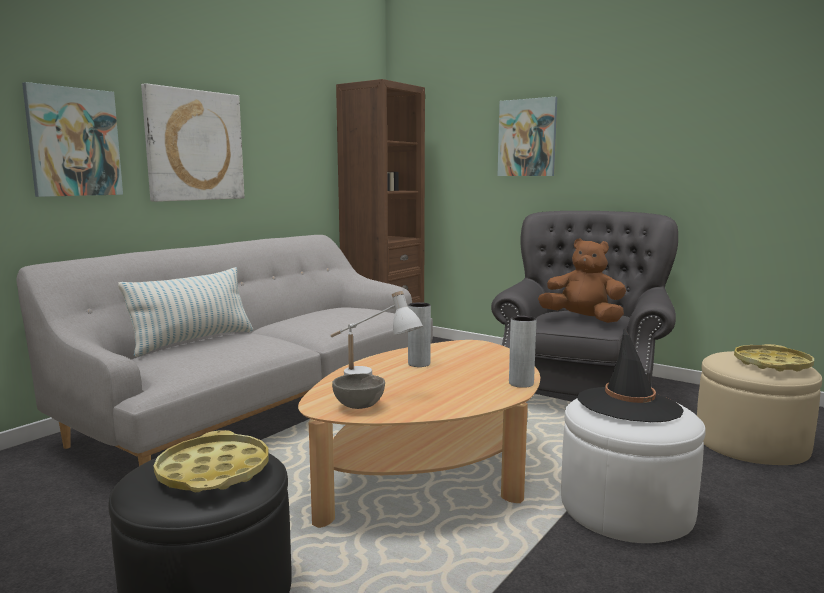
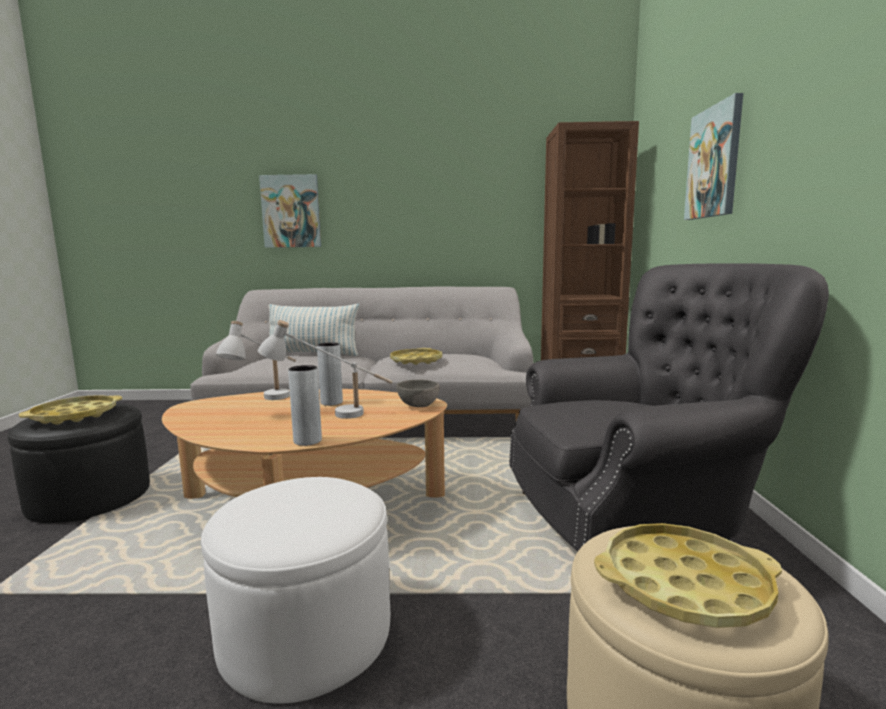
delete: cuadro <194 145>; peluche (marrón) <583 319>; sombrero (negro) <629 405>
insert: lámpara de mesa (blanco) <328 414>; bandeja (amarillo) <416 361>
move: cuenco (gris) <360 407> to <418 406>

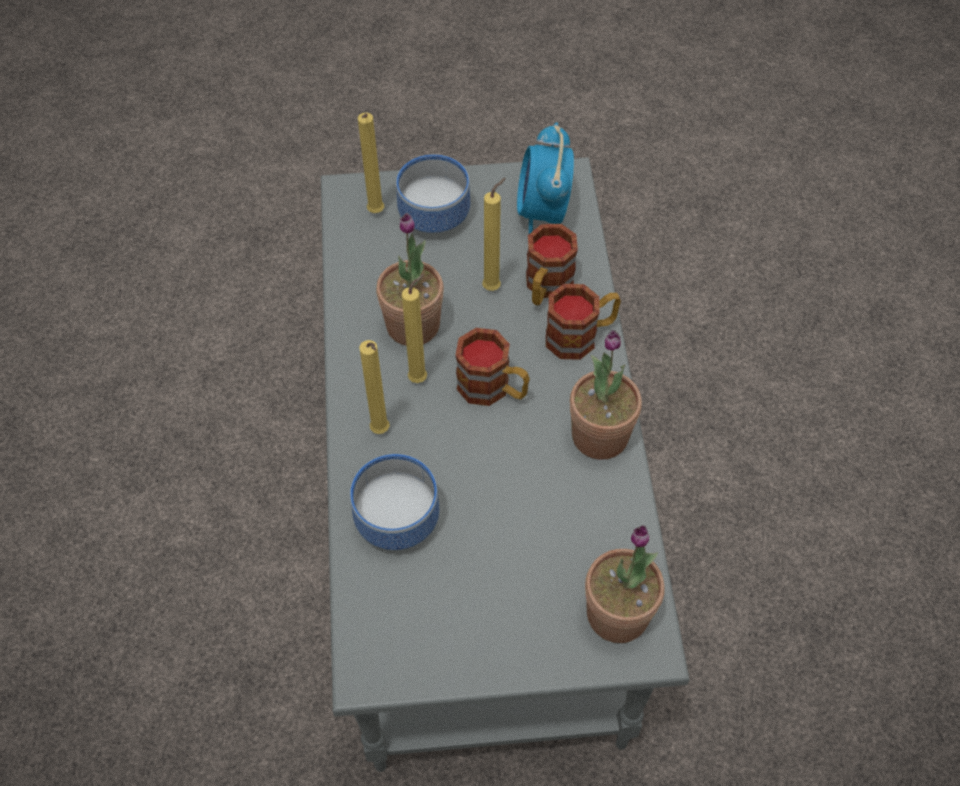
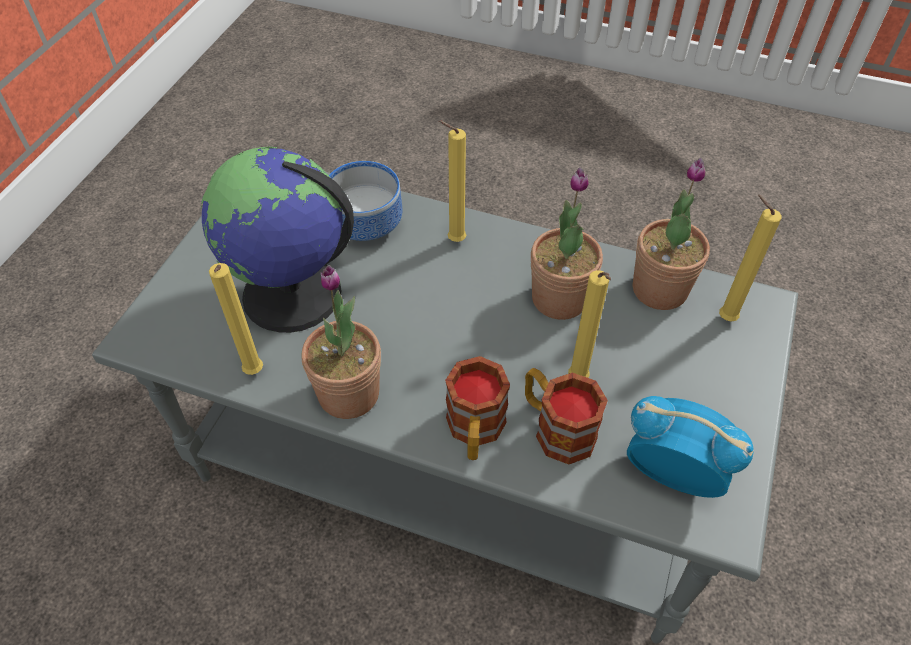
delete: cuenco <435 218>; taza grande <493 389>
insert: globo terráqueo <292 295>
move: vela (amarillo) <420 378> to <254 374>; planta en maceta <617 614> to <659 289>

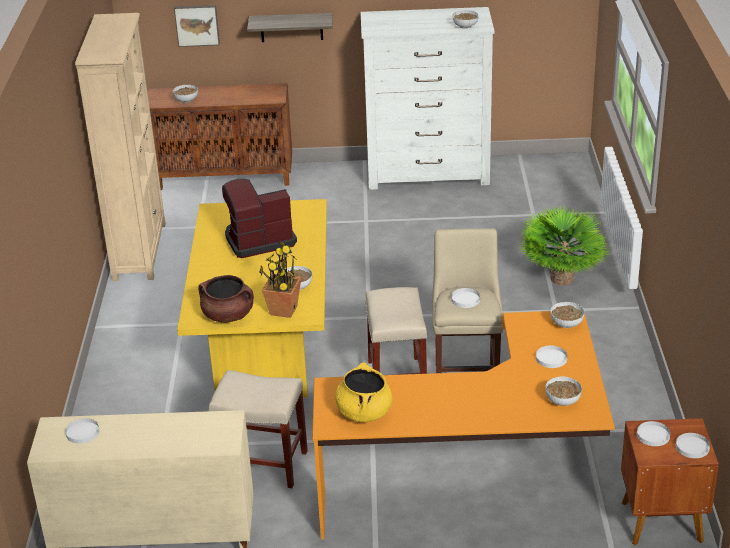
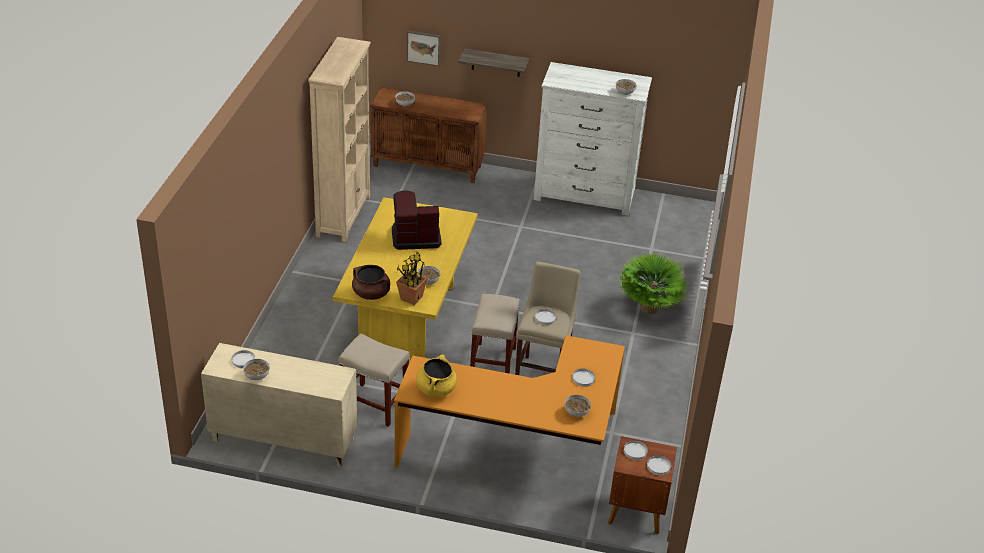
move: cuenco <567 324> to <257 376>

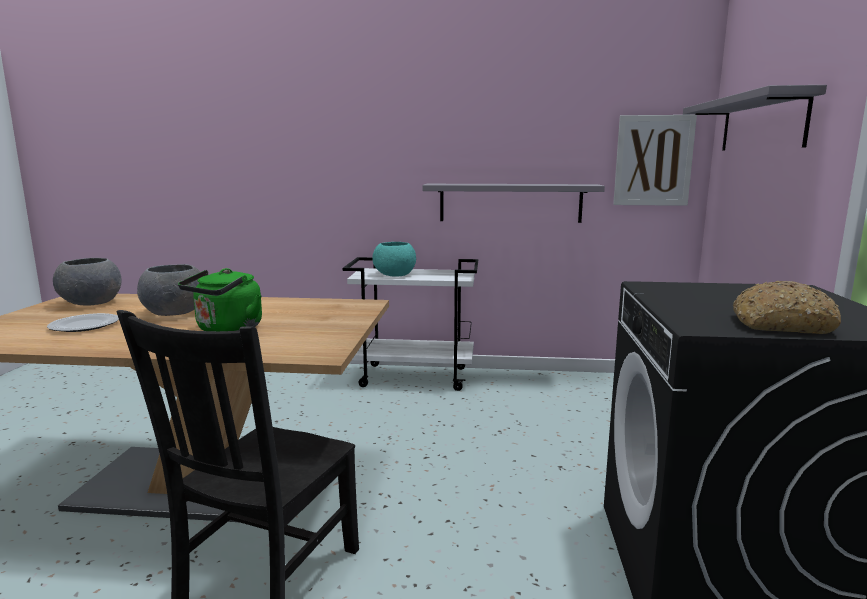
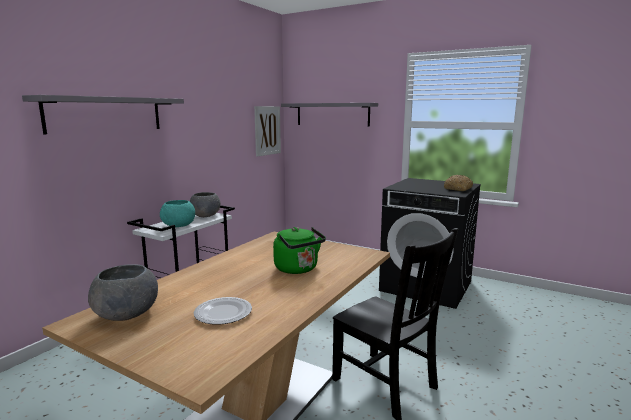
move: estante (gris) <510 203> to <106 114>; cuenco (gris) <176 312> to <206 215>

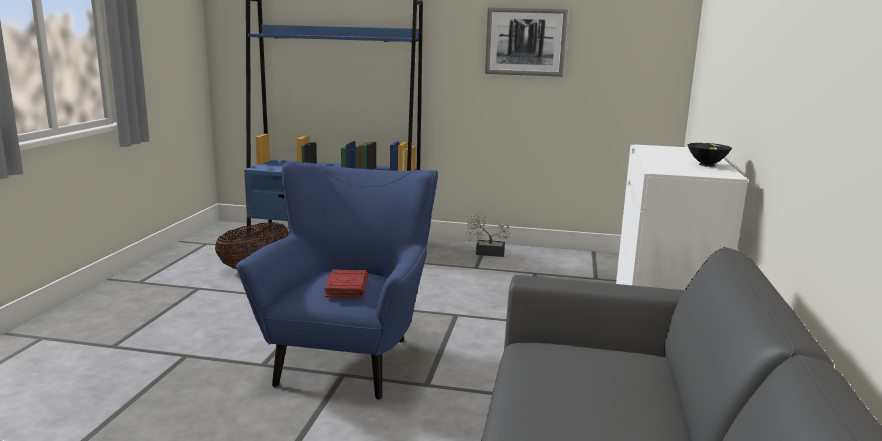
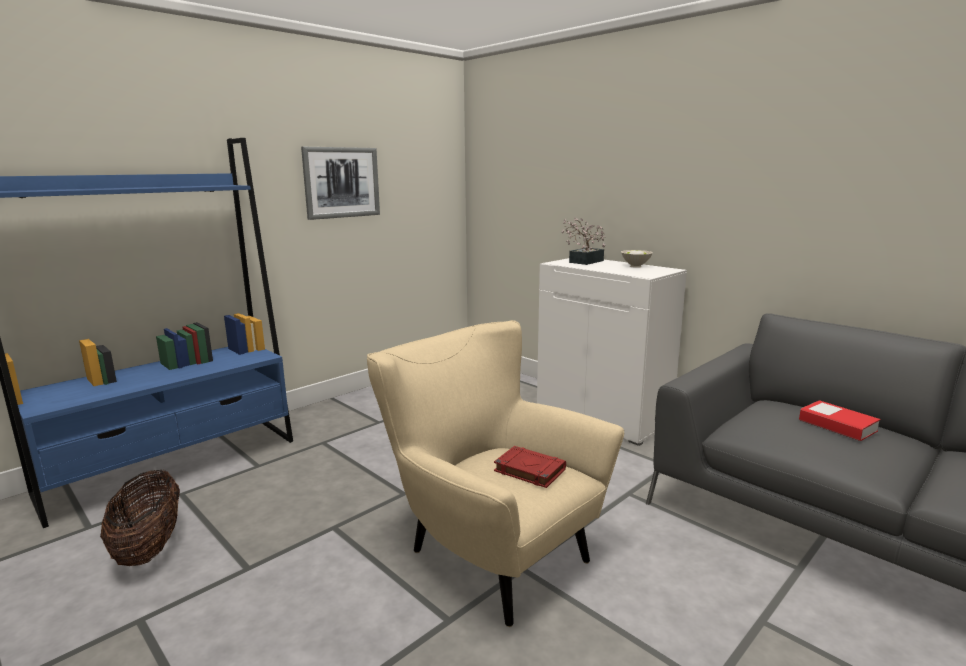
insert: libro <837 425>
move: planta en maceta <486 252> to <583 262>
recolor: cuenco (negro) <707 165> to cuenco (blanco) <635 266>; sillón (azul) <349 356> to sillón (beis) <487 552>

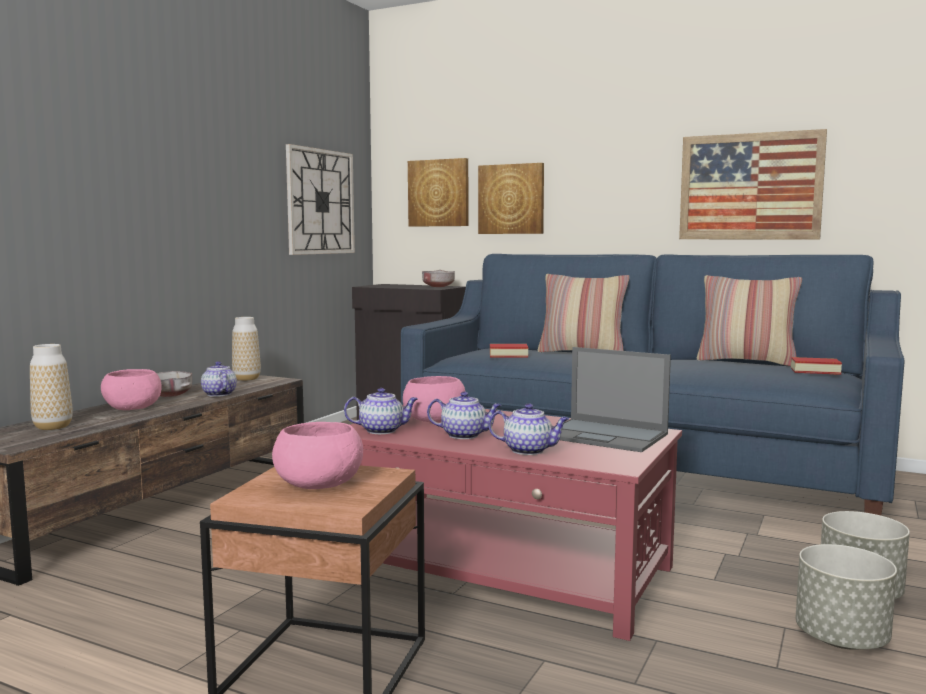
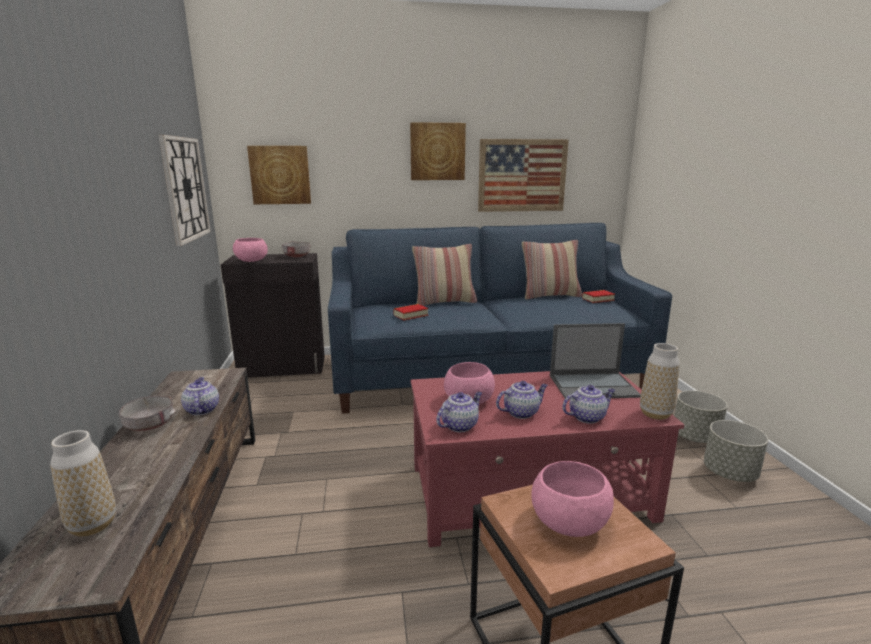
move: cuadro <511 199> to <437 151>; florero <246 379> to <655 414>; cuenco (rosa) <133 408> to <251 260>
rotate: tetera <218 394> = <201 409> 45 degrees clockwise

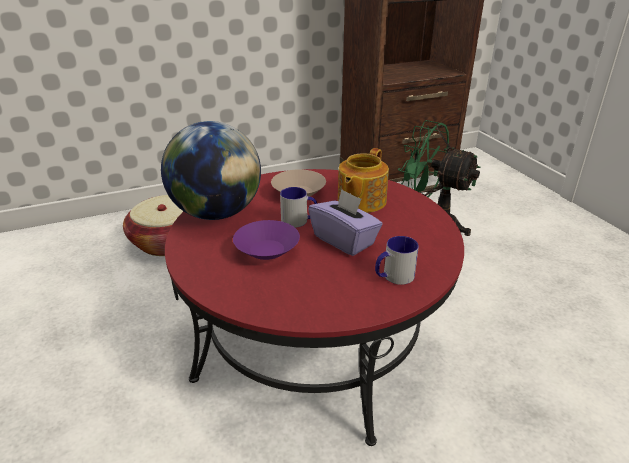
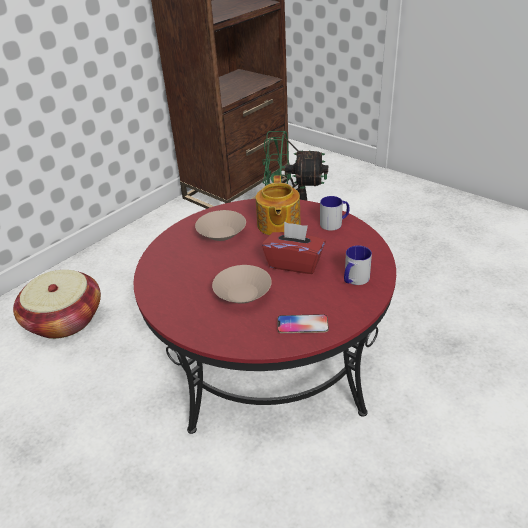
delete: globo terráqueo <216 213>
insert: móvil <302 324>
move: taza grande <299 221> to <334 223>
recolor: caja de pañuelos (morado) <344 240> to caja de pañuelos (rojo) <294 263>; cuenco (morado) <266 251> to cuenco (beis) <242 294>

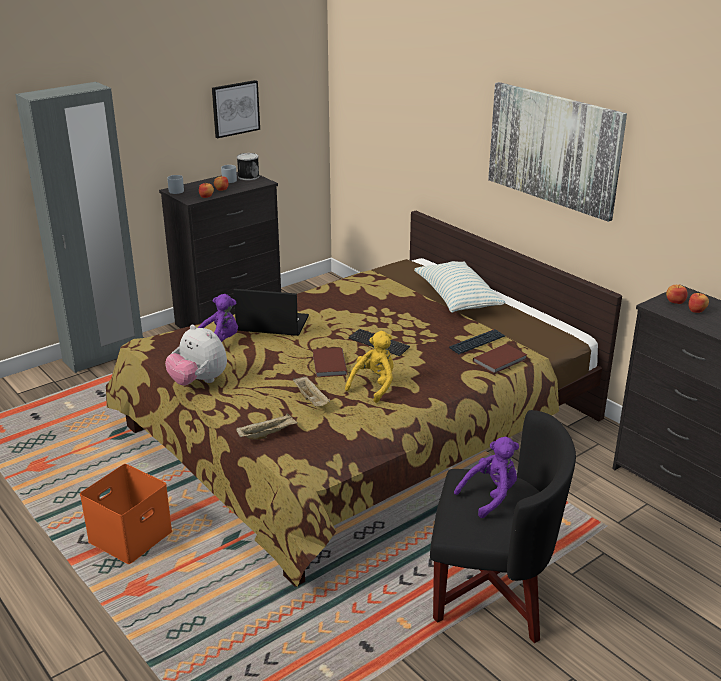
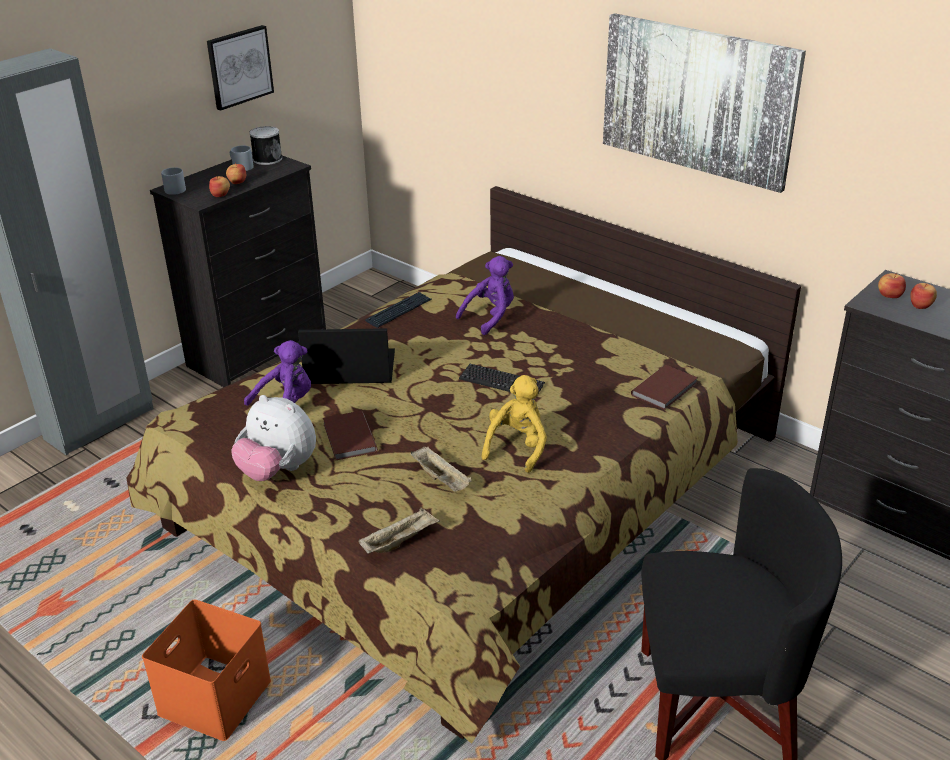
delete: cojín <457 299>
move: teclado <477 342> to <399 311>; libro (marrón) <328 365> to <348 438>; peluche (morado) <490 496> to <490 317>

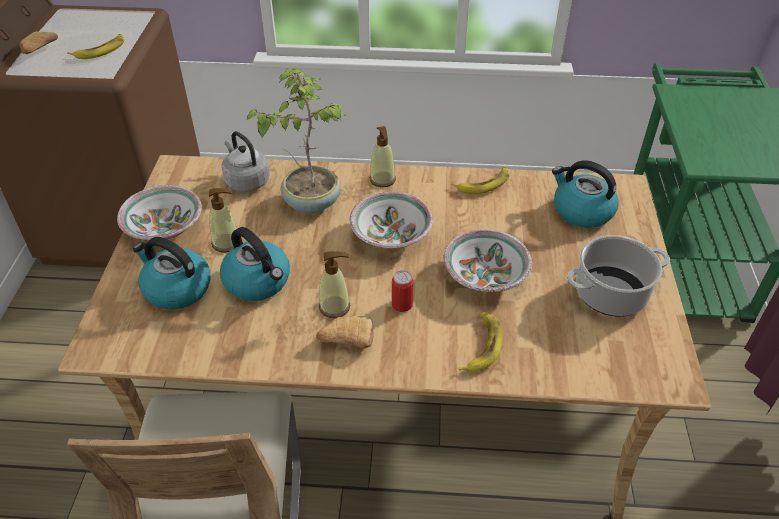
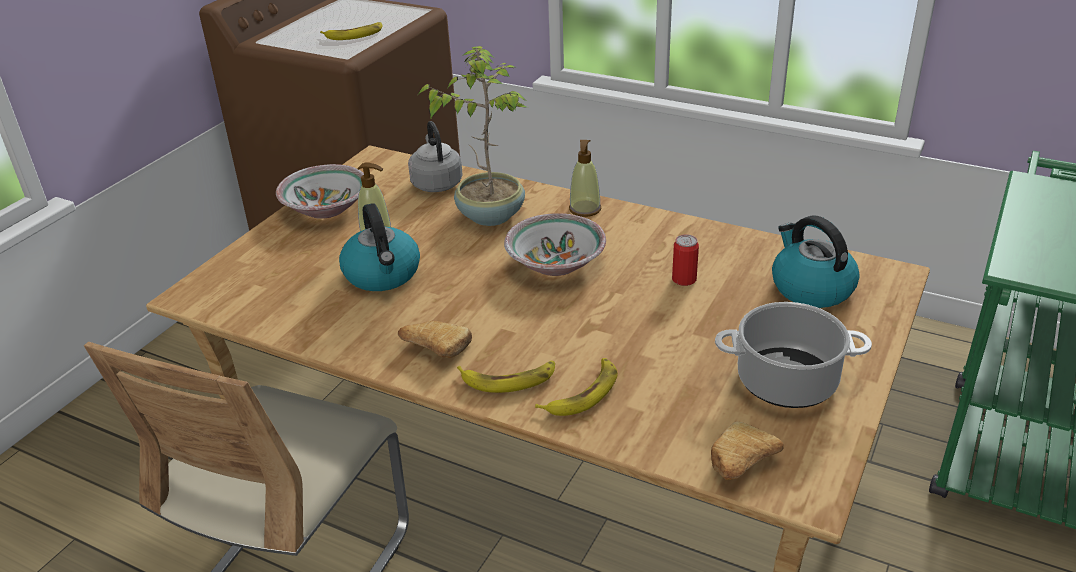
delete: cuenco <485 276>; hervidor <176 288>; dispensador de jabón <335 307>
move: pan <38 51> to <738 464>; plátano <484 183> to <509 379>; lata <402 304> to <684 279>

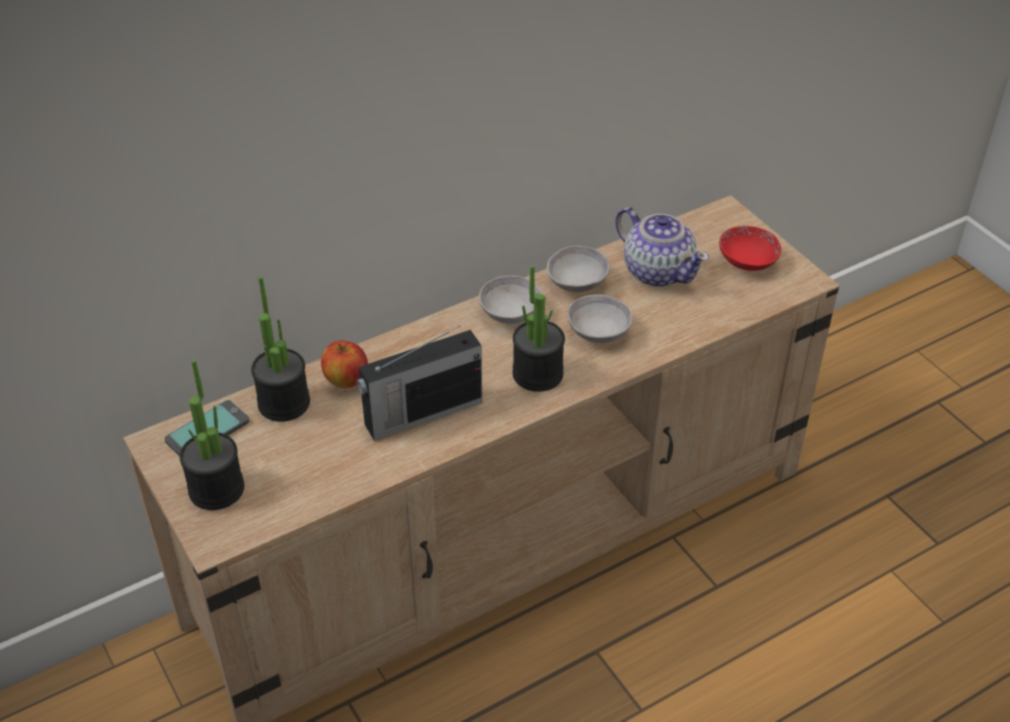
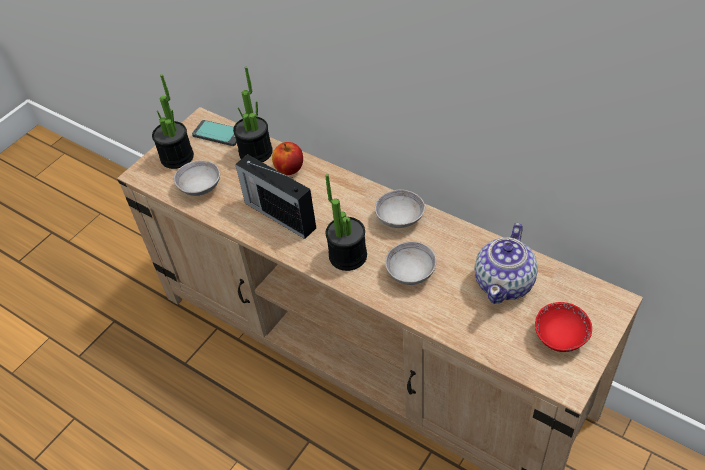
move: cuenco (gris) <577 283> to <200 187>

